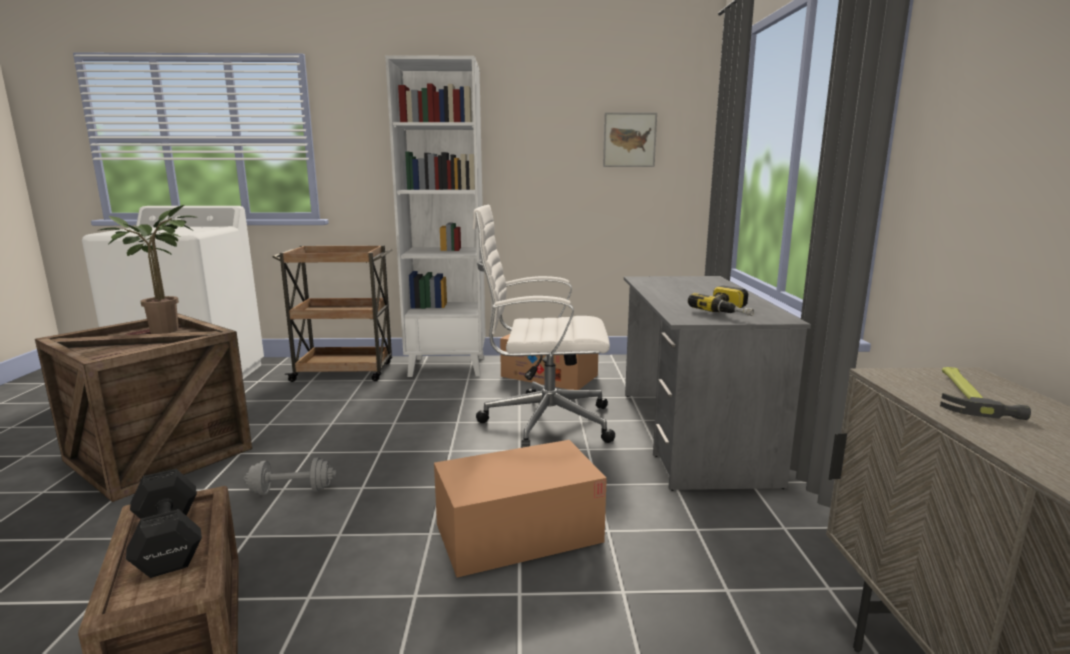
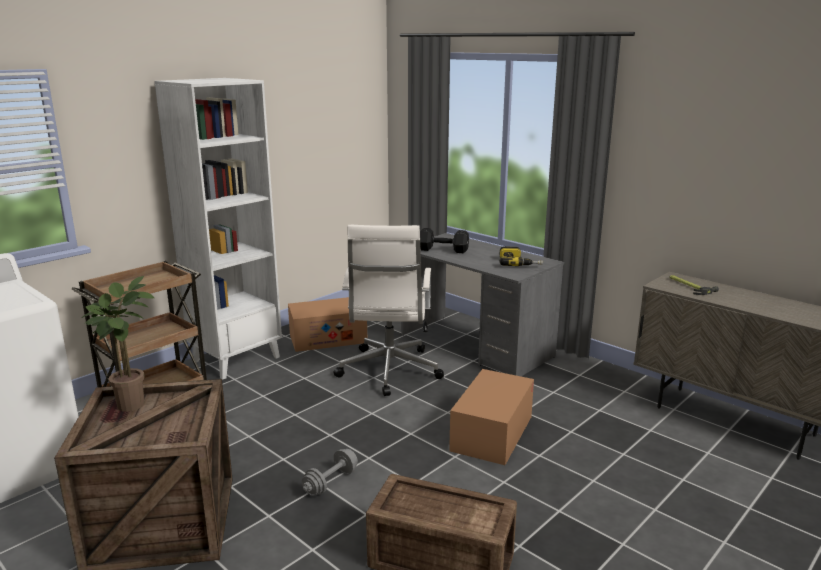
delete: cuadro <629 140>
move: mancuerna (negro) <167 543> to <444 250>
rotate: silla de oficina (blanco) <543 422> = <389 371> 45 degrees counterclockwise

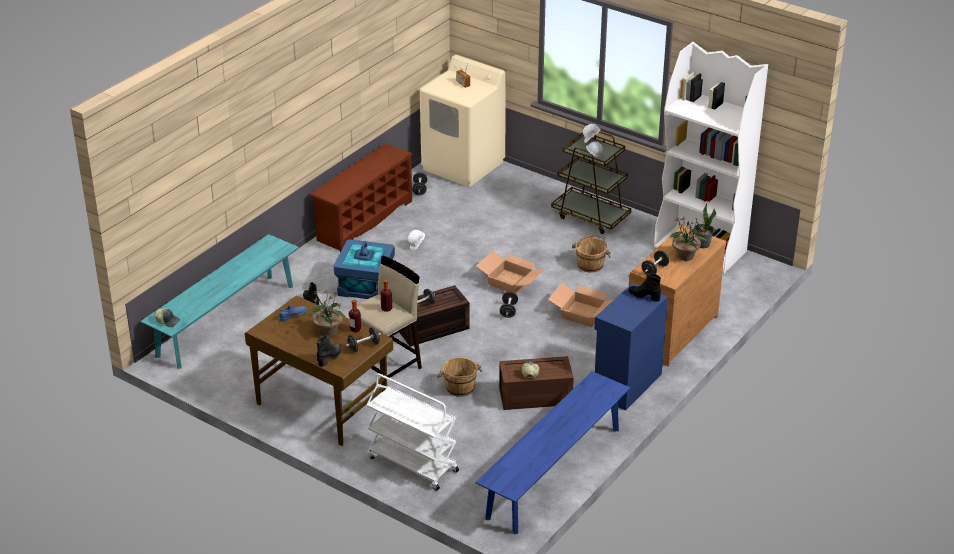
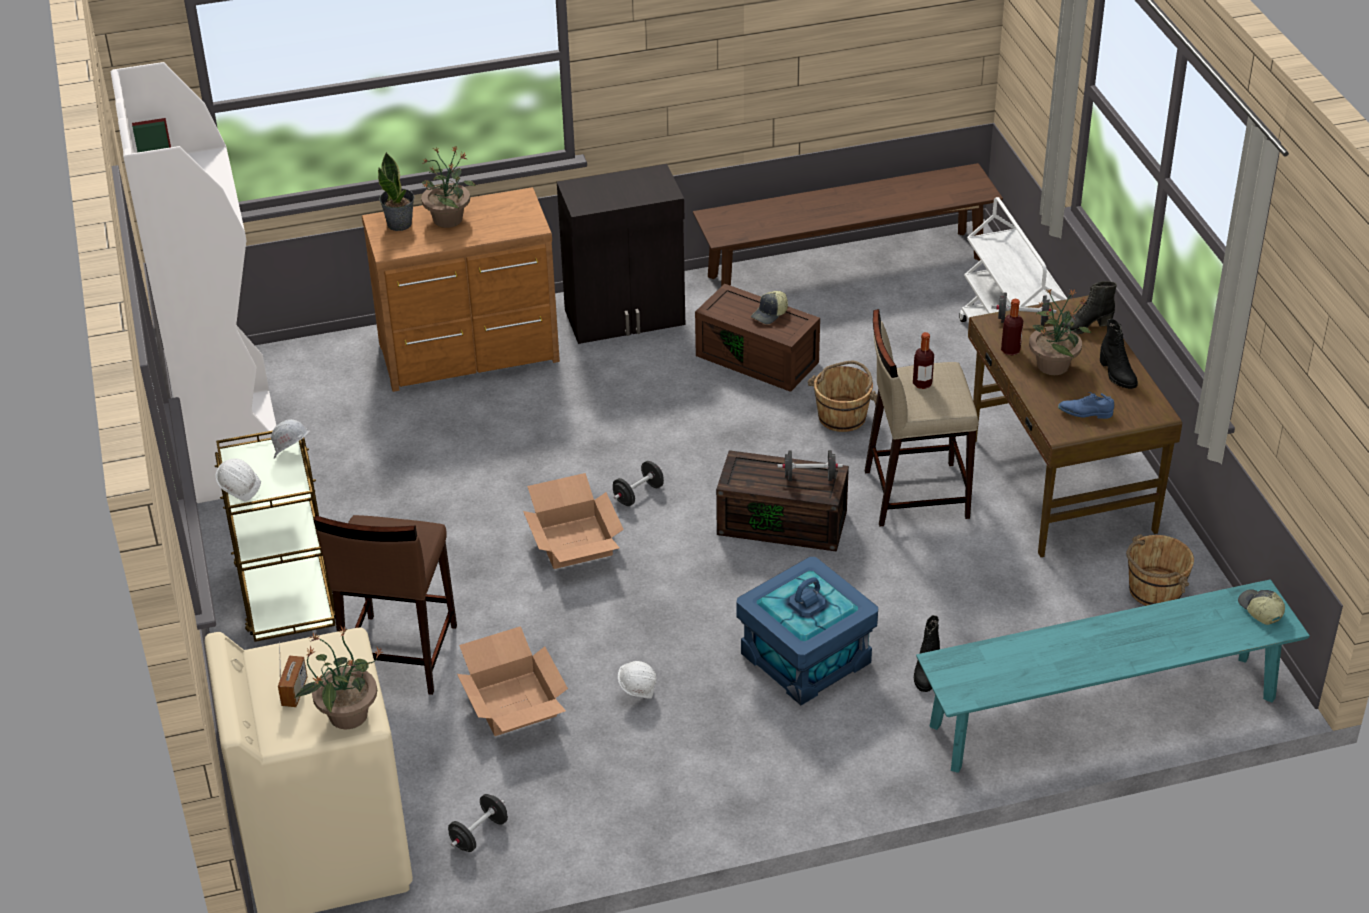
delete: zapatero (marrón) <364 220>; mancuerna (negro) <654 270>
insert: taburete (marrón) <398 655>; planta en maceta <347 715>
move: cubo (marrón) <590 265> to <1154 590>; bota (negro) <644 296> to <1116 374>; caja de cartón <583 313> to <512 703>
recolor: armario (azul) <626 385> to armario (negro) <626 318>; banco (azul) <554 473> to banco (marrón) <845 267>

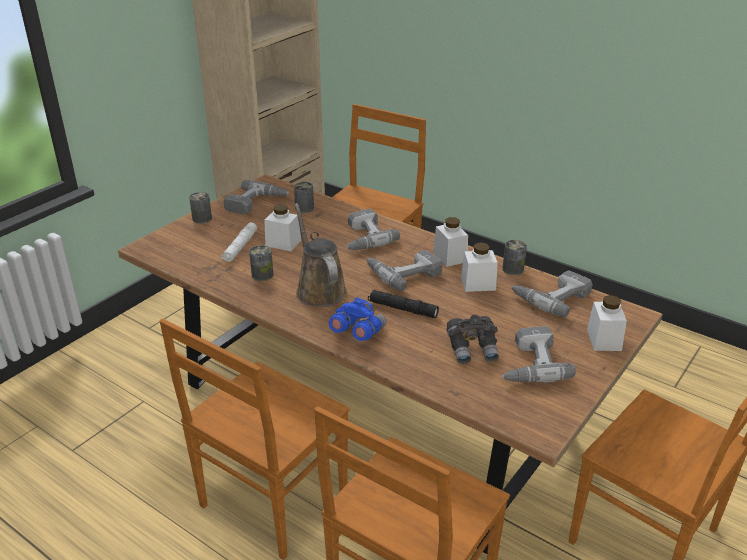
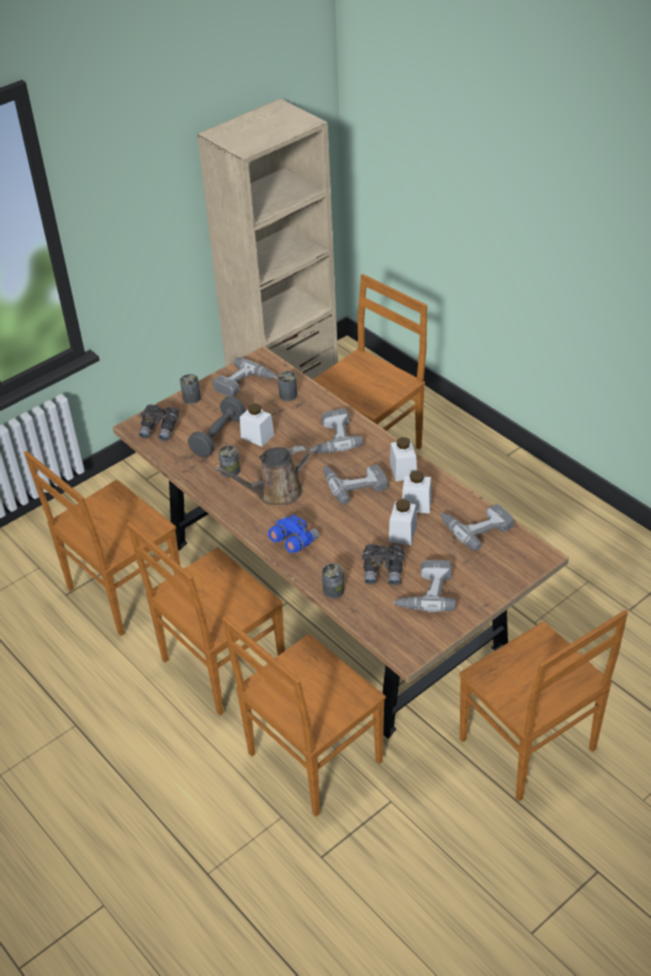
delete: linterna (negro) <402 309>
insert: prismáticos (gris) <160 430>; silla (marrón) <122 592>
move: lata <513 269> to <333 590>; tarro (blanco) <604 340> to <402 533>
replace: linterna (blanco) <240 247> to mancuerna (gris) <218 436>
rotate: regadera (marrón) <319 289> = <274 493> 105 degrees counterclockwise

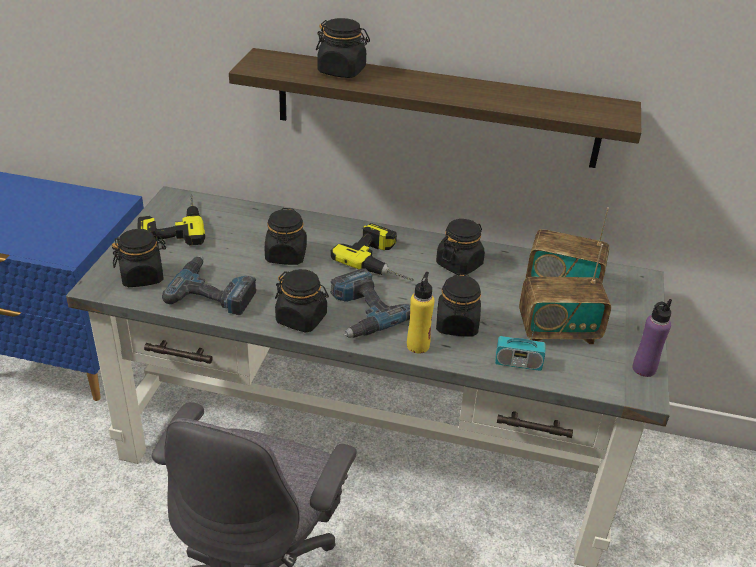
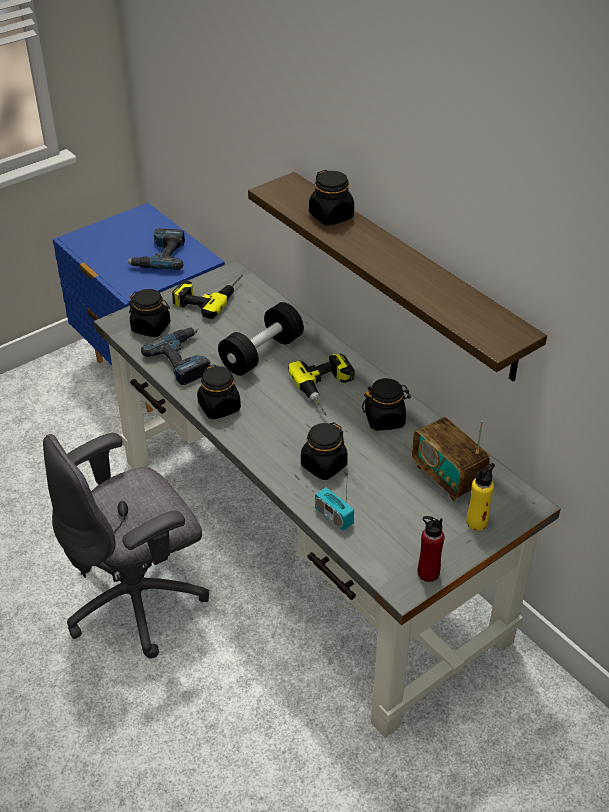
delete: radio <558 332>
move: taladro <361 312> to <160 256>; botella (amarillo) <418 345> to <477 522>
replace: tarro (negro) <286 255> to mancuerna (negro) <262 353>
recolor: botella (morado) <643 369> to botella (rojo) <428 573>

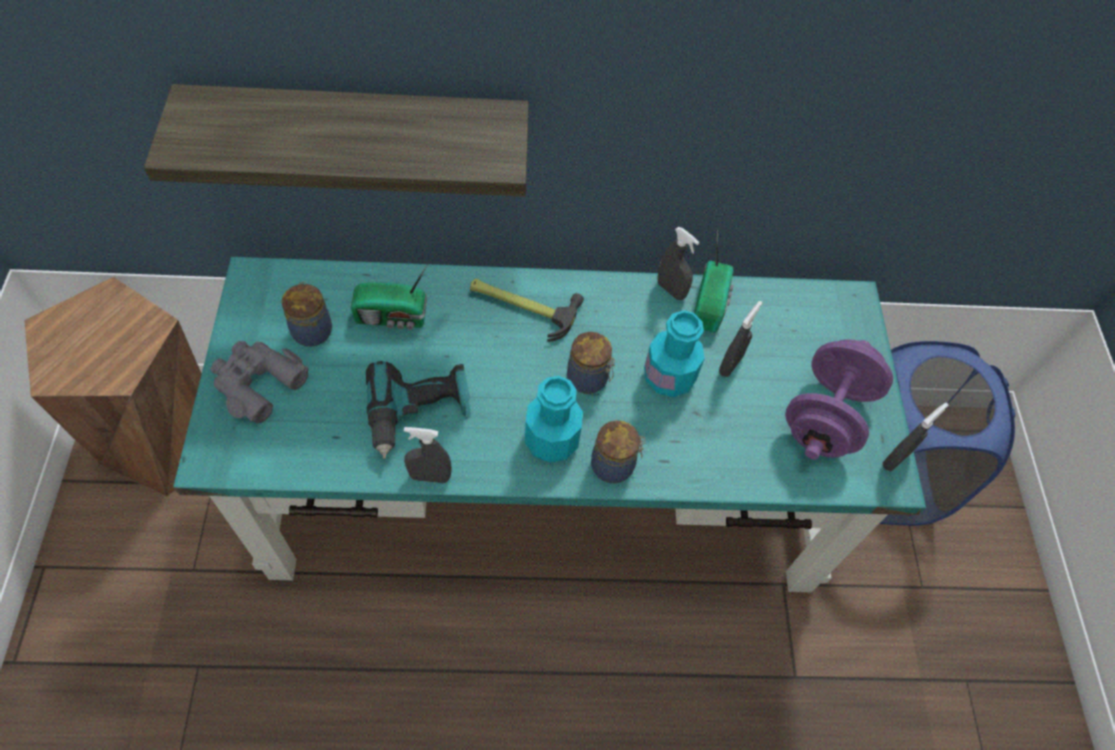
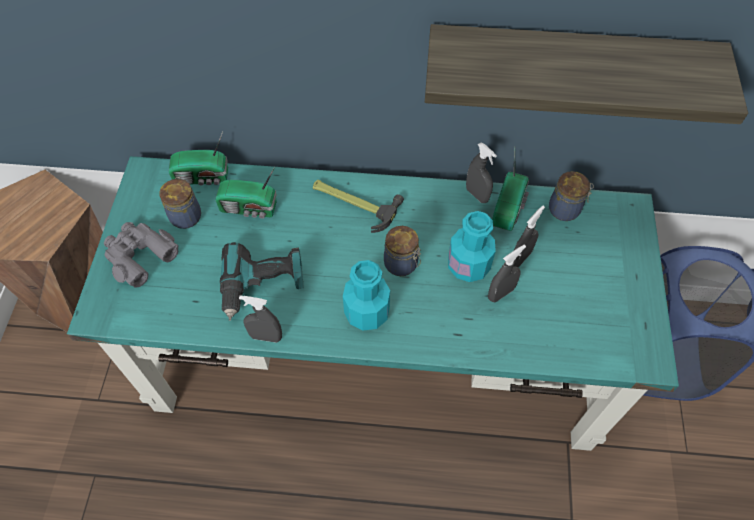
delete: mancuerna (morado) <826 416>
insert: radio <203 177>
move: estante <359 132> to <568 66>; pulverizador (gris) <895 459> to <501 293>; tarro <614 465> to <565 210>

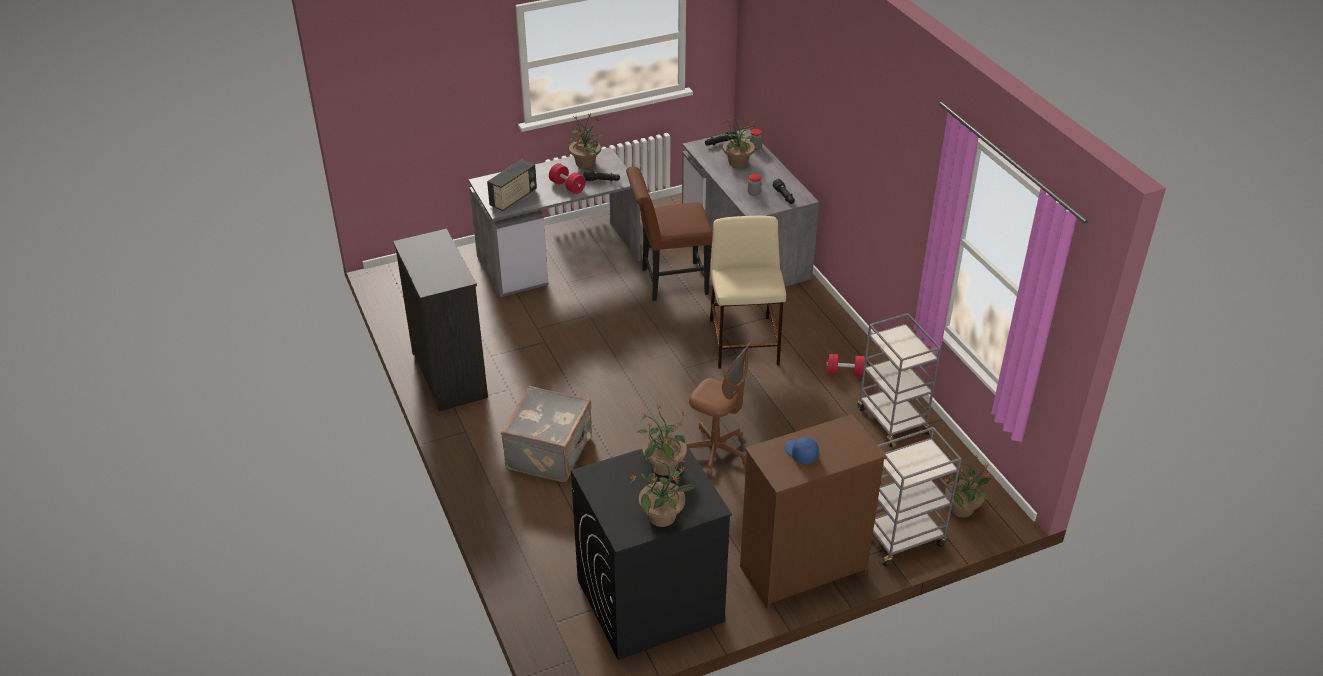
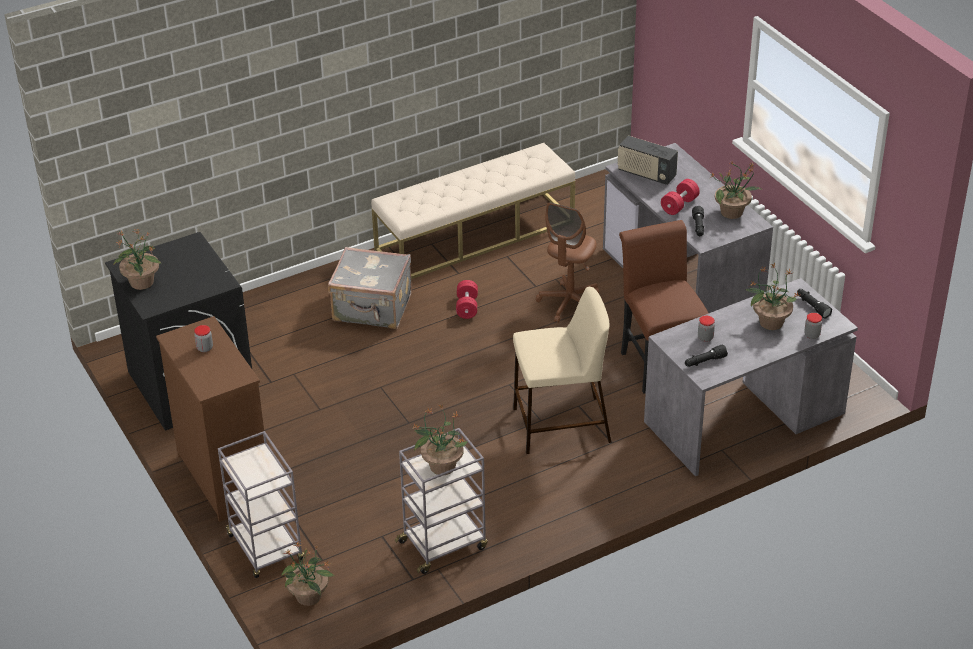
move: silla de oficina (marrón) <716 451> to <569 303>; mancuerna (rojo) <845 373> to <467 307>; planta en maceta <663 466> to <442 466>
replace: cómoda (negro) <450 374> to banco (beis) <475 235>; gorra (azul) <800 453> to tarro <204 348>

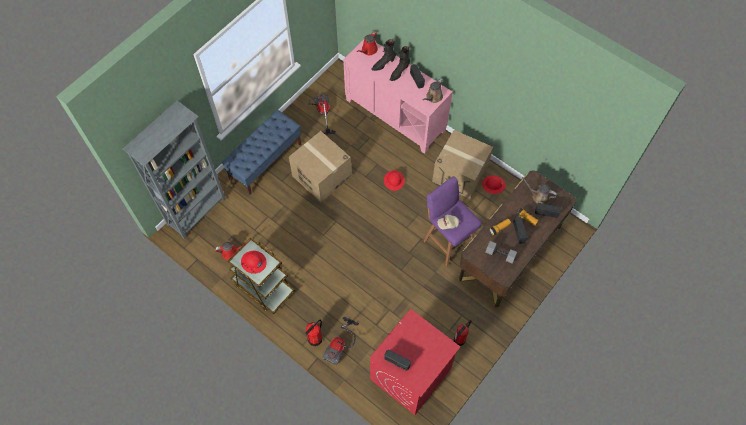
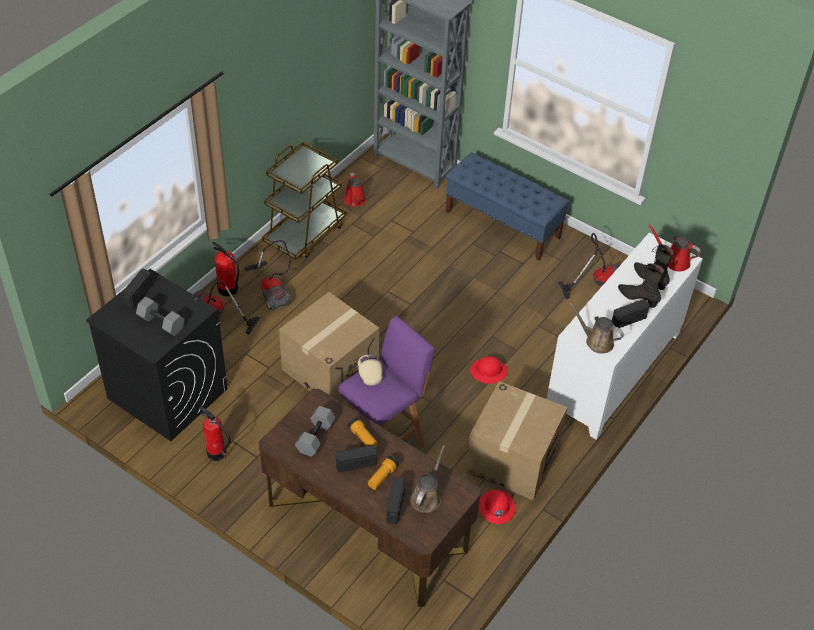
delete: casco (rojo) <253 262>
insert: aspiradora <273 290>; mancuerna (gris) <162 322>
move: caja de cartón <321 176> to <330 368>
recolor: armario (rosa) <395 115> to armario (blanco) <614 372>; lavadora (rojo) <410 375> to lavadora (negro) <167 393>

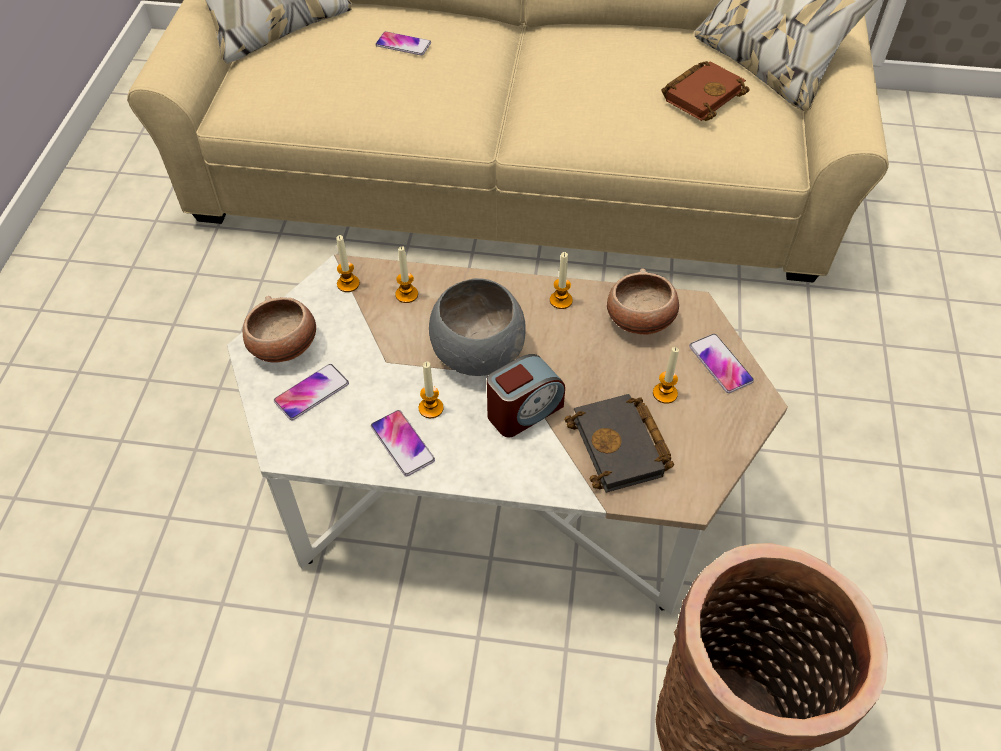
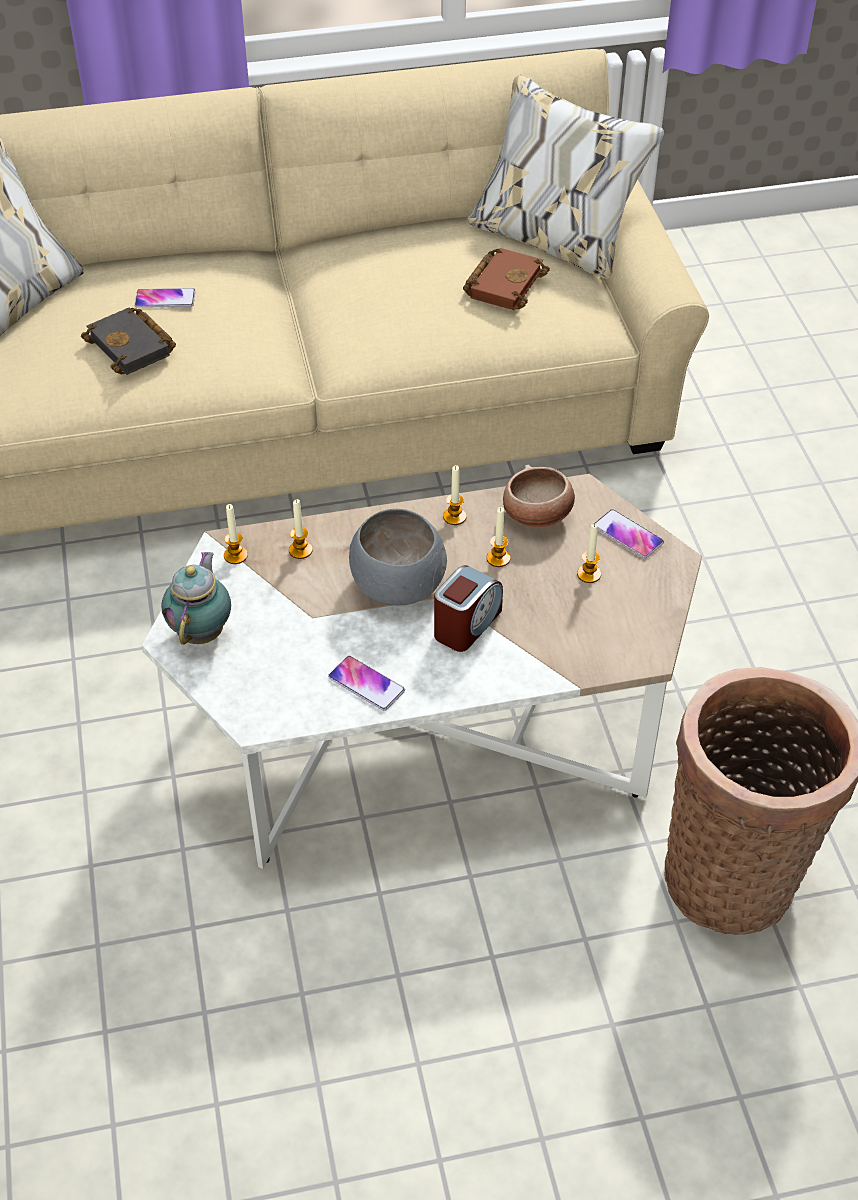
delete: móvil <311 392>
move: vela <431 408> to <498 558>; libro (negro) <622 448> to <133 347>
replace: cuenco <284 347> to tetera <202 631>

